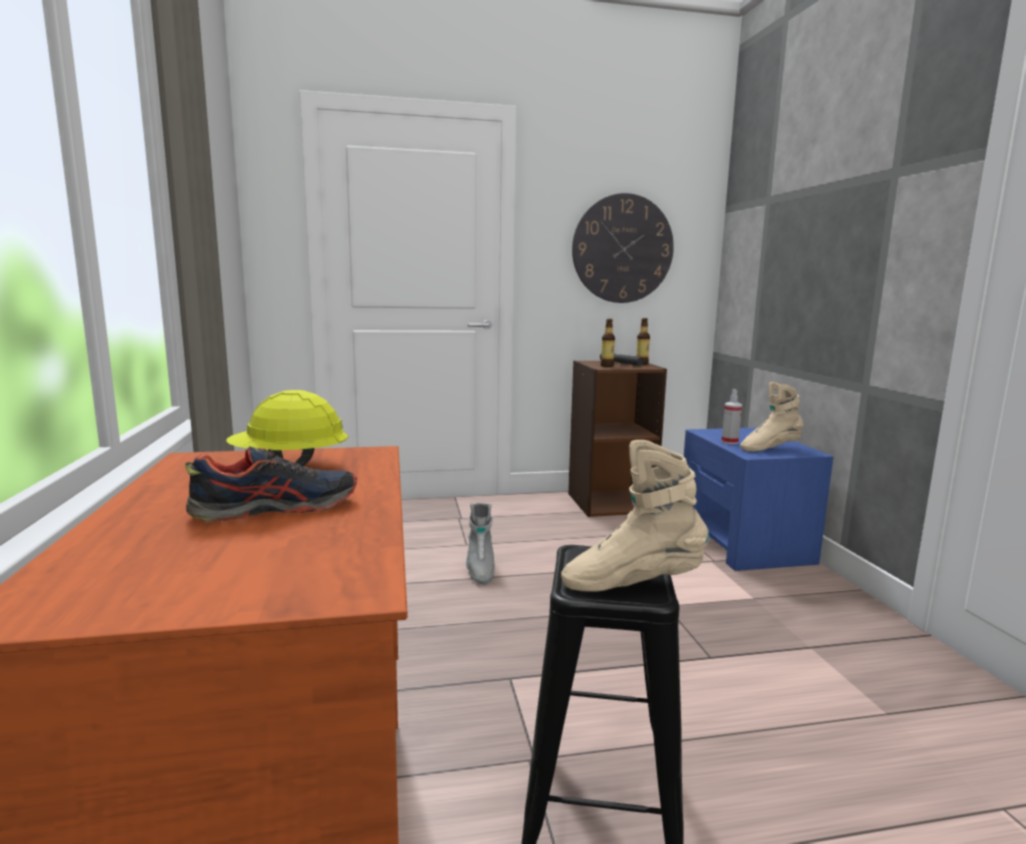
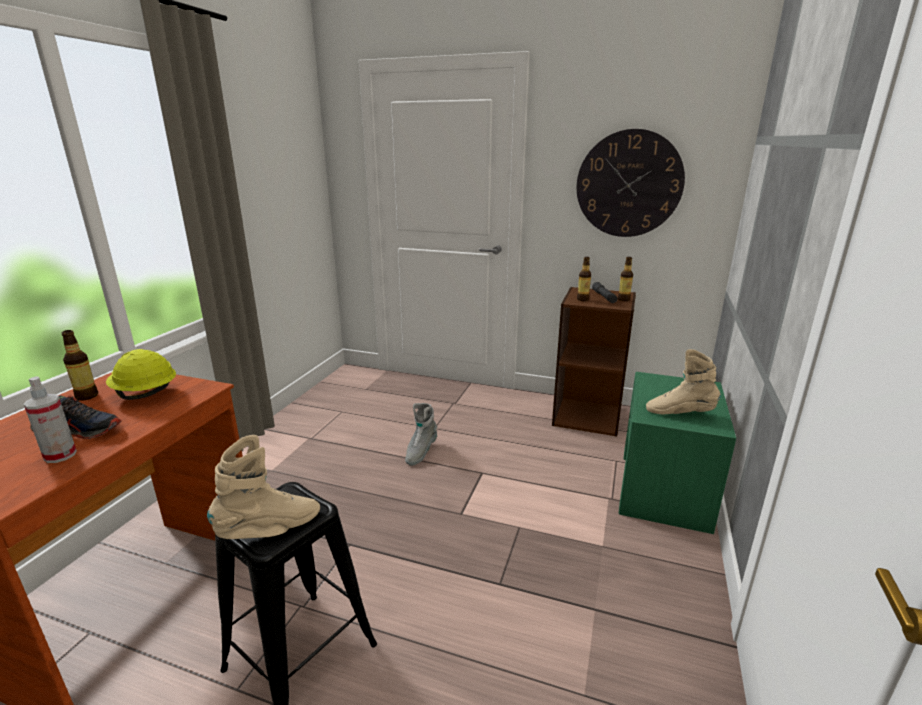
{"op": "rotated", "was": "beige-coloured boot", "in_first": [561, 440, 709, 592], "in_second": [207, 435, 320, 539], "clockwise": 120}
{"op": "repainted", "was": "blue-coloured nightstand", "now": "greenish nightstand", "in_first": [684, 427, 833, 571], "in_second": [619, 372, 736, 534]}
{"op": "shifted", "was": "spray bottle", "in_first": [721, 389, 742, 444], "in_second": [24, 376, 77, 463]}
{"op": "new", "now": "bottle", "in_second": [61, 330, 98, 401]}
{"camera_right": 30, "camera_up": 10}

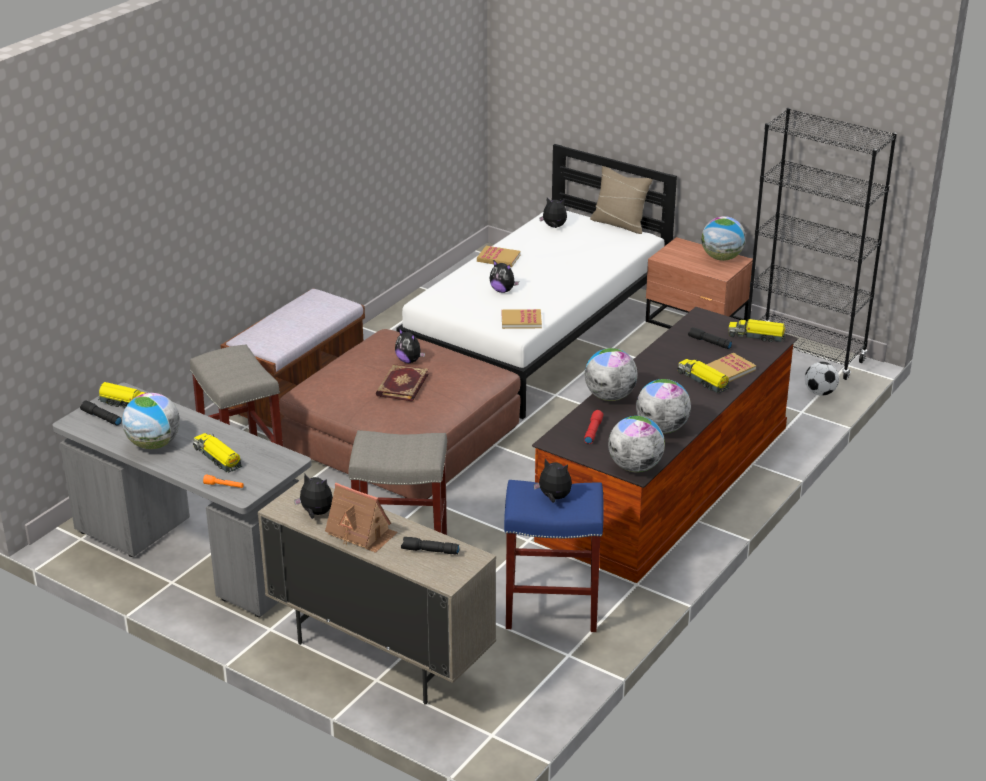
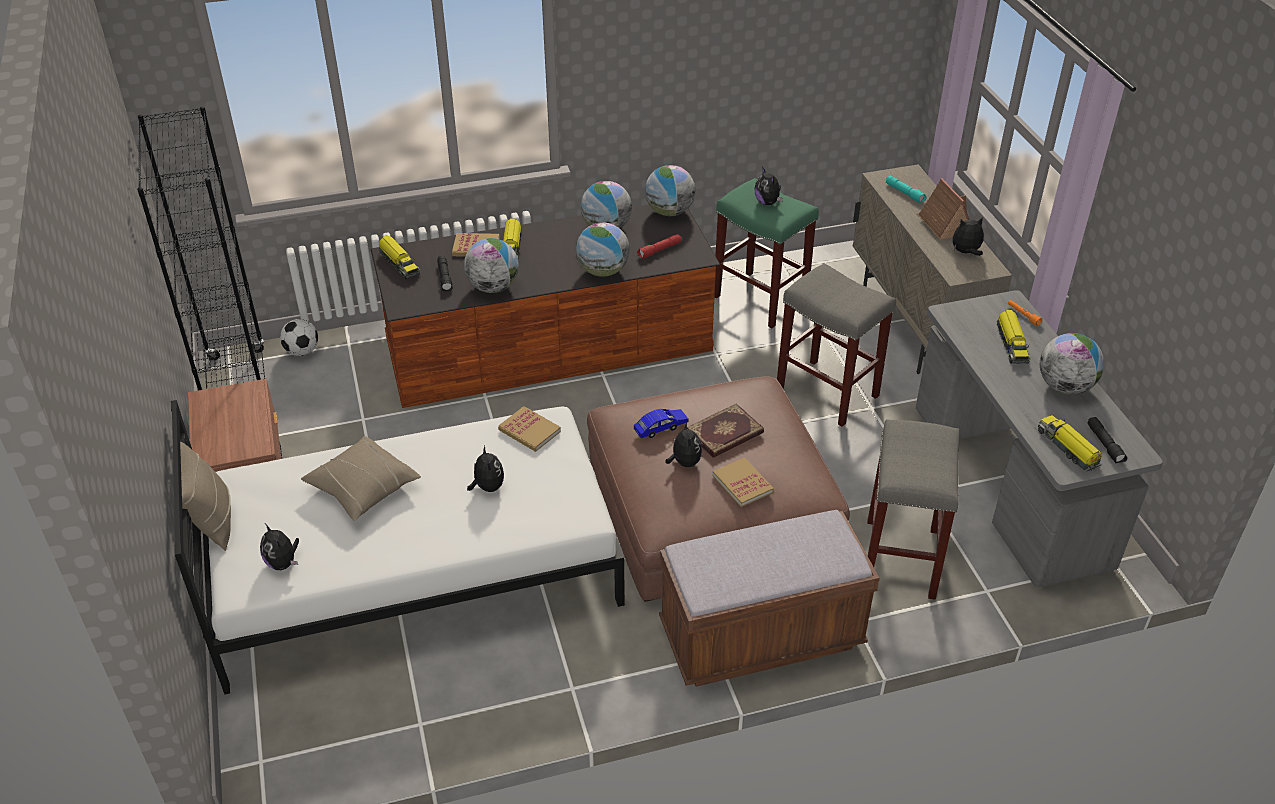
{"op": "rotated", "was": "plush toy", "in_first": [294, 473, 333, 519], "in_second": [953, 217, 984, 256], "clockwise": 105}
{"op": "repainted", "was": "blackish flashlight", "now": "turquoise flashlight", "in_first": [401, 537, 459, 555], "in_second": [886, 176, 927, 203]}
{"op": "shifted", "was": "book", "in_first": [477, 246, 521, 267], "in_second": [712, 458, 774, 507]}
{"op": "repainted", "was": "blue-coloured stool", "now": "greenish stool", "in_first": [504, 480, 603, 632], "in_second": [714, 178, 819, 328]}
{"op": "shifted", "was": "desk globe", "in_first": [701, 216, 746, 261], "in_second": [464, 238, 519, 293]}
{"op": "new", "now": "beige-coloured cushion", "in_second": [301, 436, 421, 521]}
{"op": "new", "now": "blue-coloured toy car", "in_second": [634, 409, 689, 438]}
{"camera_right": -140, "camera_up": 10}

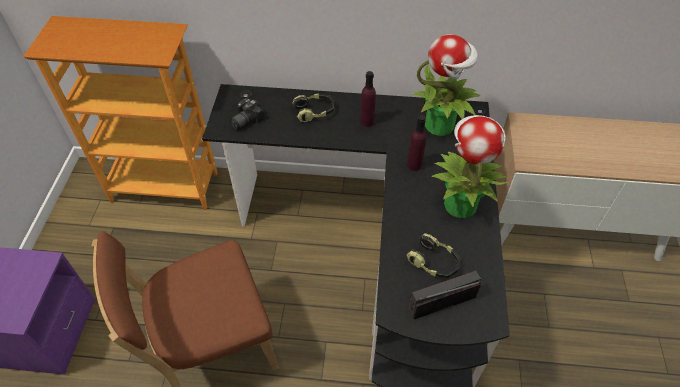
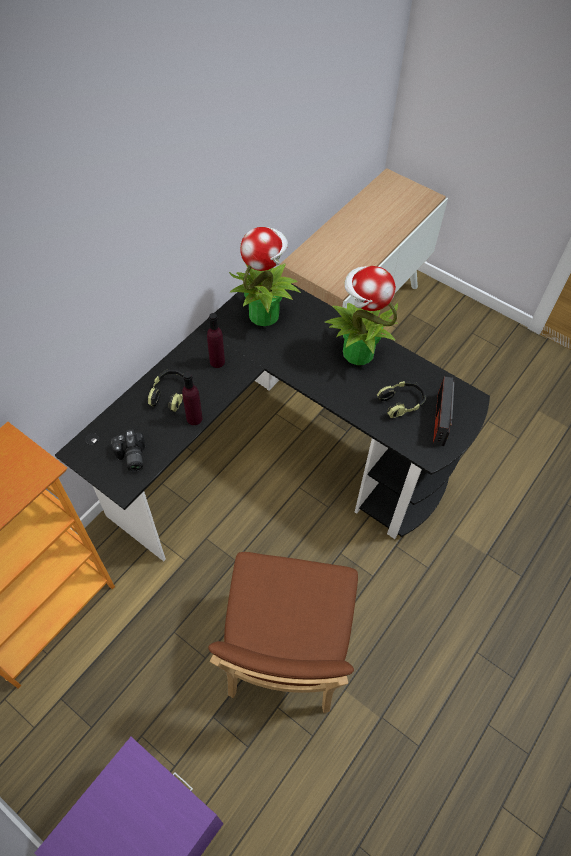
{"op": "shifted", "was": "purple-coloured bottle", "in_first": [407, 115, 426, 171], "in_second": [182, 372, 203, 425]}
{"camera_right": -60, "camera_up": 5}

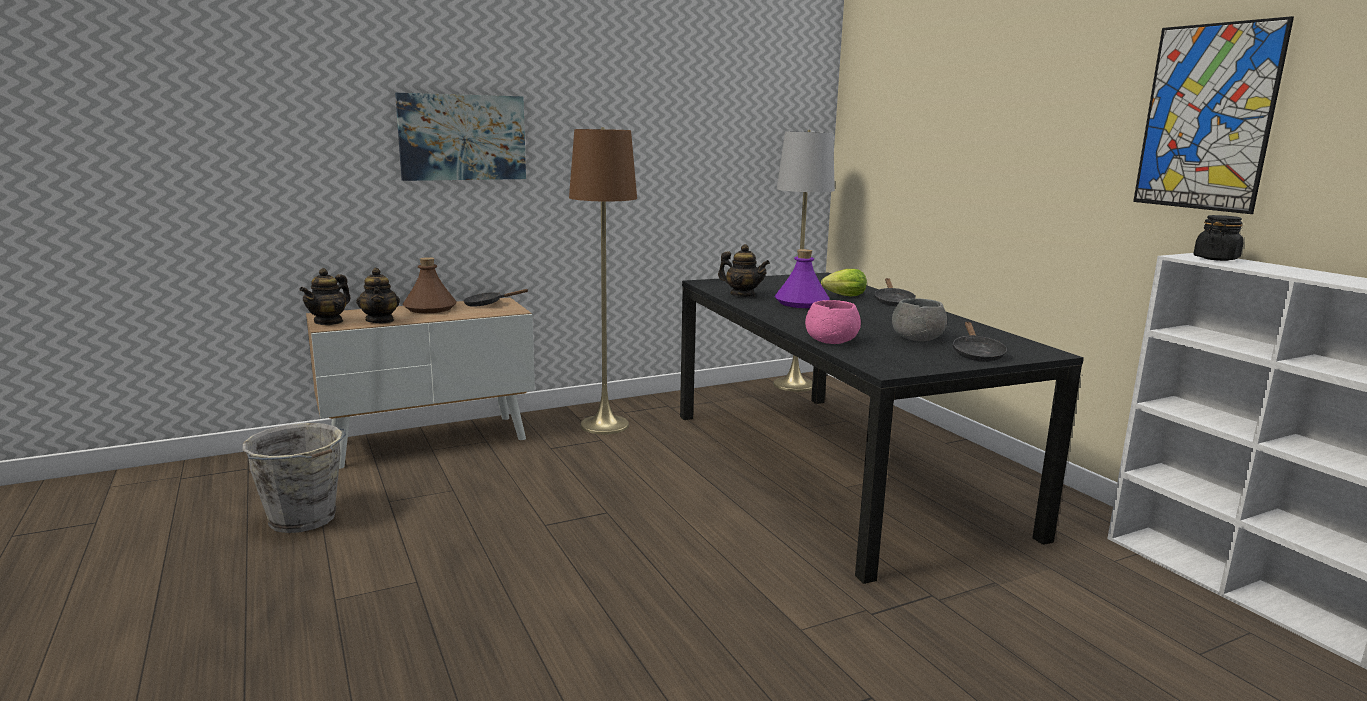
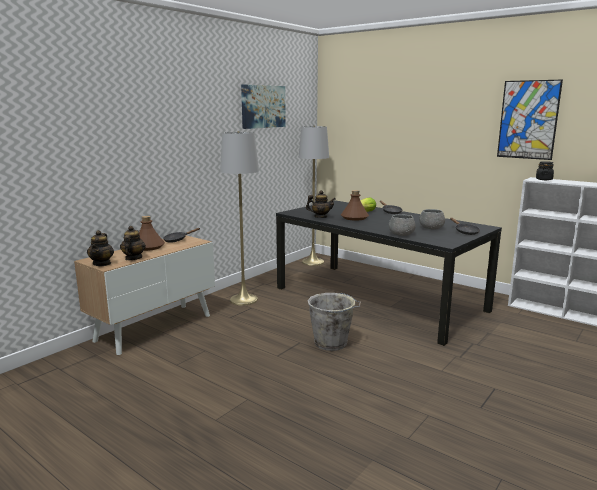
{"op": "shifted", "was": "grey pail", "in_first": [243, 423, 346, 533], "in_second": [307, 293, 361, 351]}
{"op": "rotated", "was": "tea pot", "in_first": [357, 268, 400, 323], "in_second": [120, 226, 146, 260], "clockwise": -135}
{"op": "shifted", "was": "picture", "in_first": [395, 93, 526, 181], "in_second": [241, 85, 286, 129]}
{"op": "repainted", "was": "brown standard lamp", "now": "grey standard lamp", "in_first": [569, 127, 637, 434], "in_second": [220, 131, 259, 305]}
{"op": "repainted", "was": "purple-coloured bottle", "now": "brown bottle", "in_first": [775, 249, 830, 308], "in_second": [341, 190, 369, 220]}
{"op": "repainted", "was": "pink-coloured serving bowl", "now": "grey serving bowl", "in_first": [805, 300, 861, 344], "in_second": [389, 214, 415, 236]}
{"camera_right": -25, "camera_up": 0}

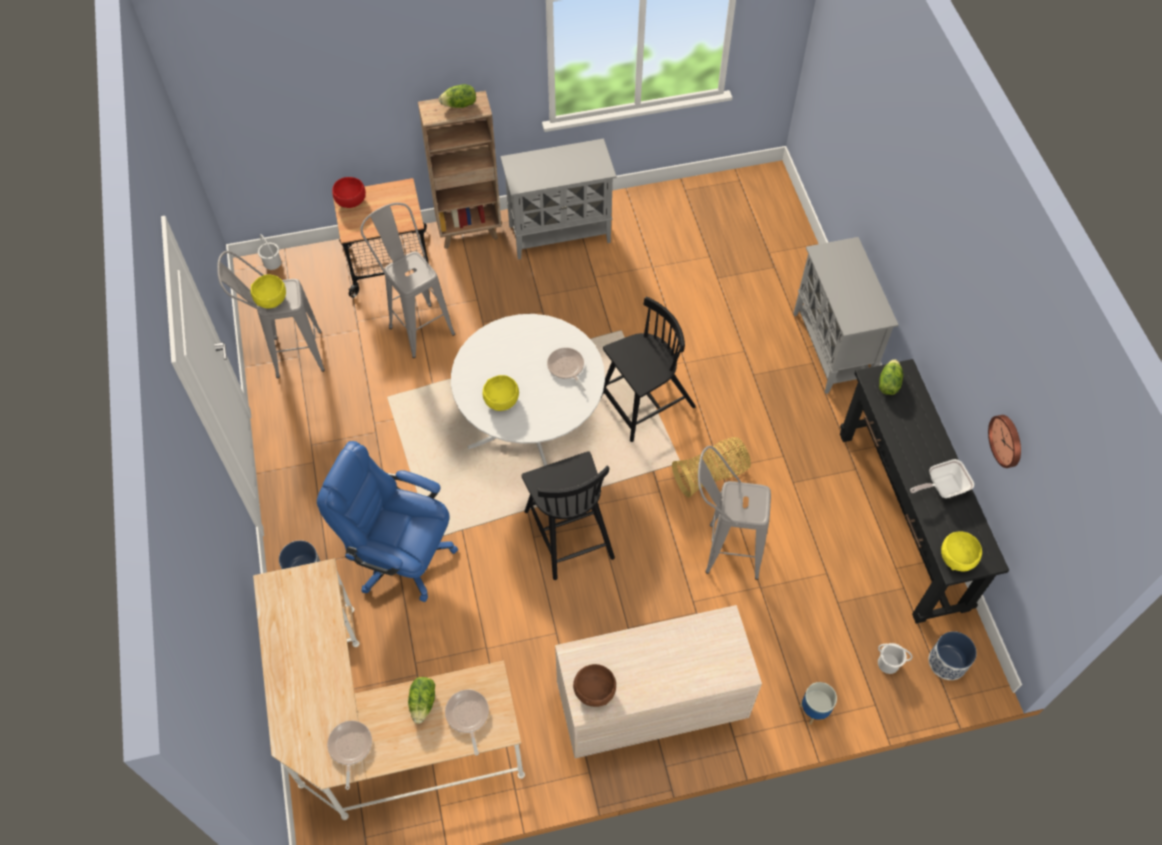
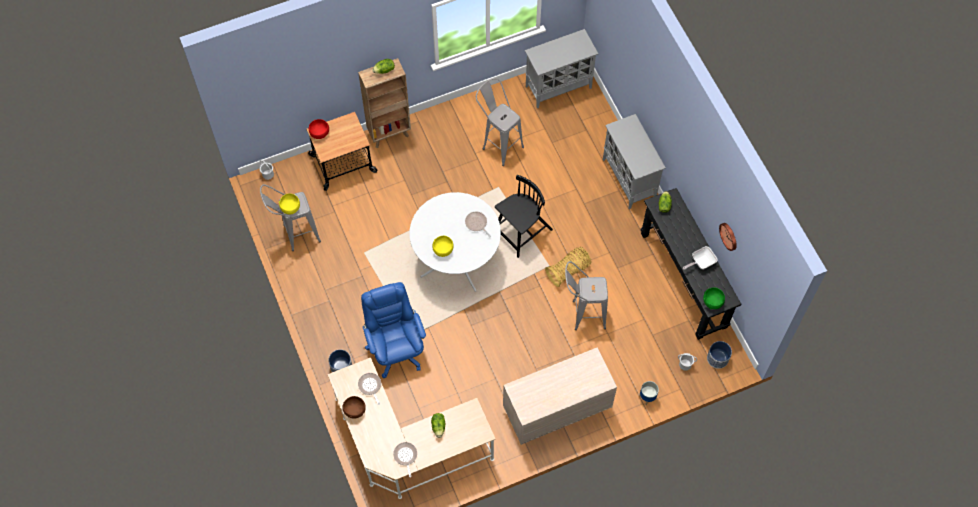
{"op": "rotated", "was": "blue-coloured desk chair", "in_first": [317, 441, 458, 602], "in_second": [361, 282, 426, 378], "clockwise": 60}
{"op": "shifted", "was": "grey stool", "in_first": [361, 203, 455, 358], "in_second": [476, 78, 524, 166]}
{"op": "shifted", "was": "frying pan", "in_first": [445, 690, 489, 755], "in_second": [358, 373, 381, 405]}
{"op": "shifted", "was": "grey storage cabinet", "in_first": [500, 138, 616, 260], "in_second": [525, 29, 598, 108]}
{"op": "gone", "was": "blackish plain chair", "in_first": [522, 451, 615, 580]}
{"op": "shifted", "was": "brown serving bowl", "in_first": [573, 664, 616, 707], "in_second": [342, 396, 366, 419]}
{"op": "repainted", "was": "yellow-coloured serving bowl", "now": "greenish serving bowl", "in_first": [941, 531, 982, 572], "in_second": [703, 287, 725, 309]}
{"camera_right": -10, "camera_up": 5}

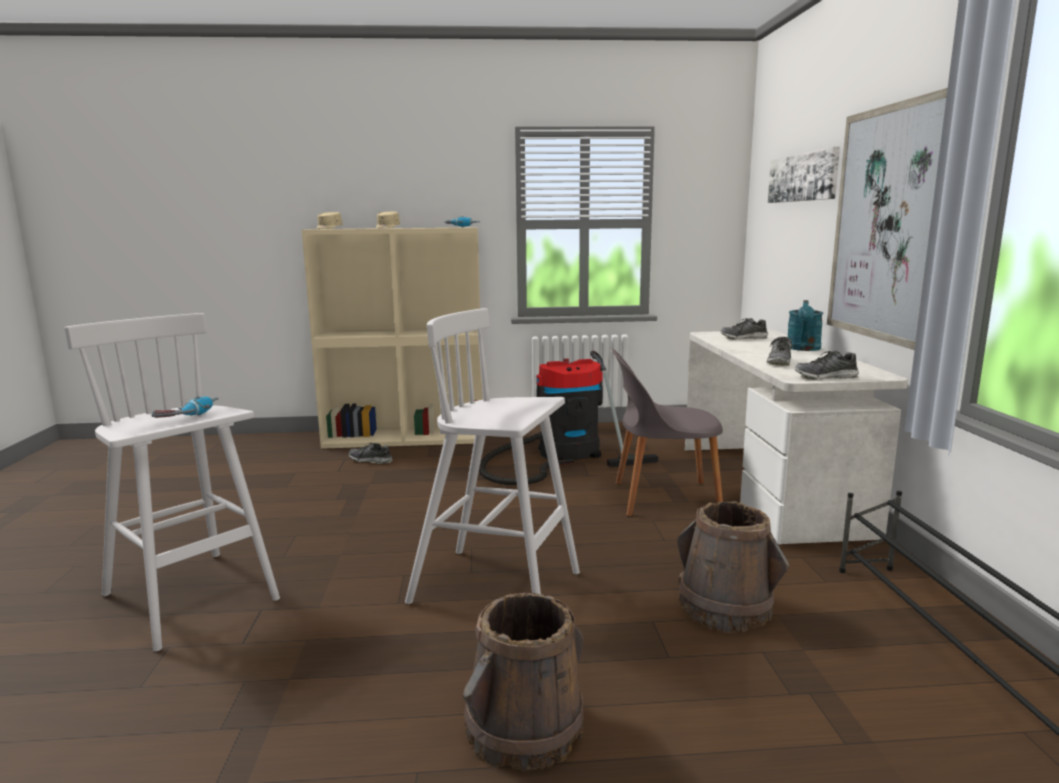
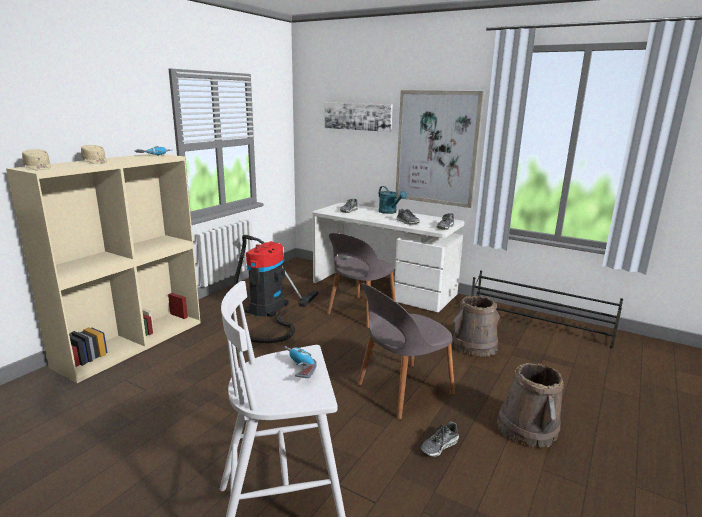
{"op": "shifted", "was": "item of footwear", "in_first": [349, 443, 393, 464], "in_second": [421, 421, 459, 457]}
{"op": "swapped", "was": "white-coloured stool", "now": "grey plain chair", "in_first": [405, 308, 580, 604], "in_second": [357, 283, 455, 420]}
{"camera_right": -55, "camera_up": 5}

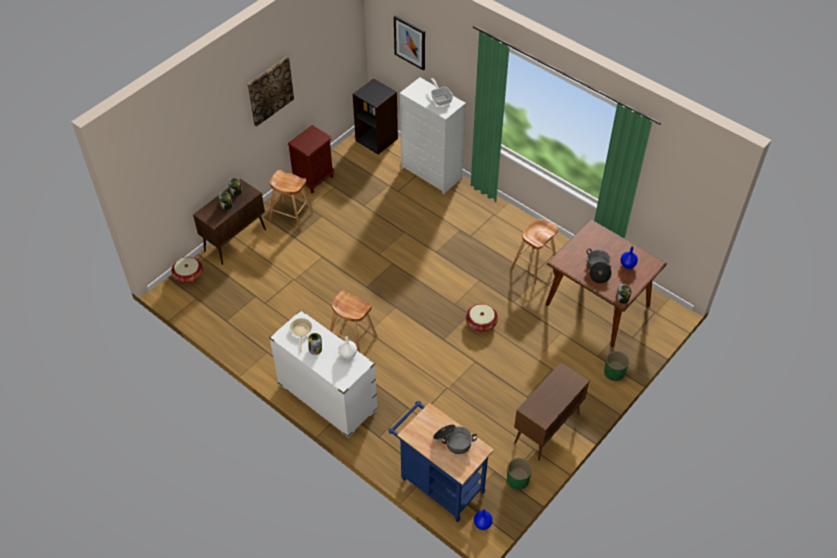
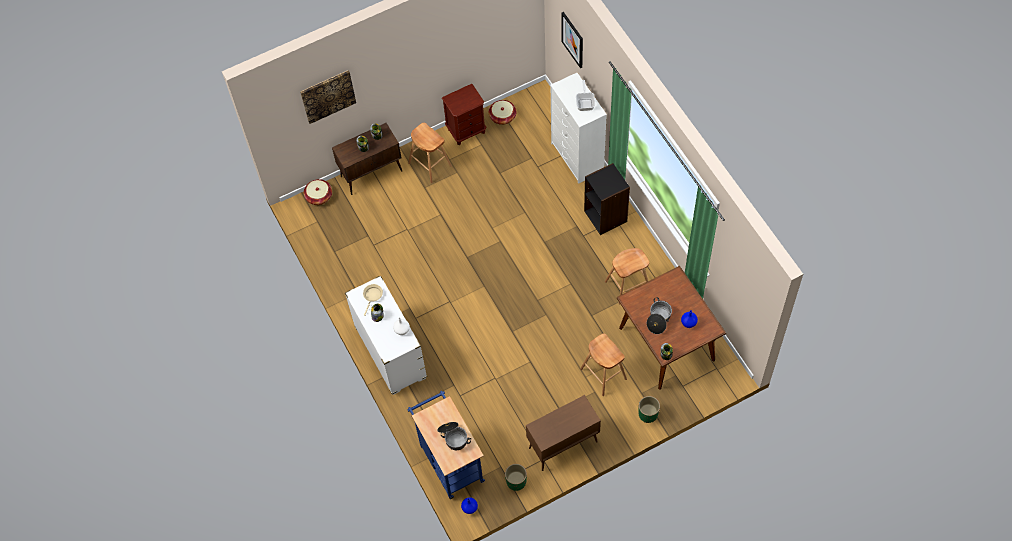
{"op": "shifted", "was": "picture", "in_first": [247, 57, 294, 127], "in_second": [300, 70, 356, 124]}
{"op": "shifted", "was": "brown stool", "in_first": [330, 290, 378, 352], "in_second": [580, 333, 627, 396]}
{"op": "shifted", "was": "blackish bookshelf", "in_first": [353, 78, 398, 155], "in_second": [584, 163, 630, 235]}
{"op": "shifted", "was": "storage basket", "in_first": [466, 304, 498, 332], "in_second": [489, 100, 516, 125]}
{"camera_right": 25, "camera_up": 10}

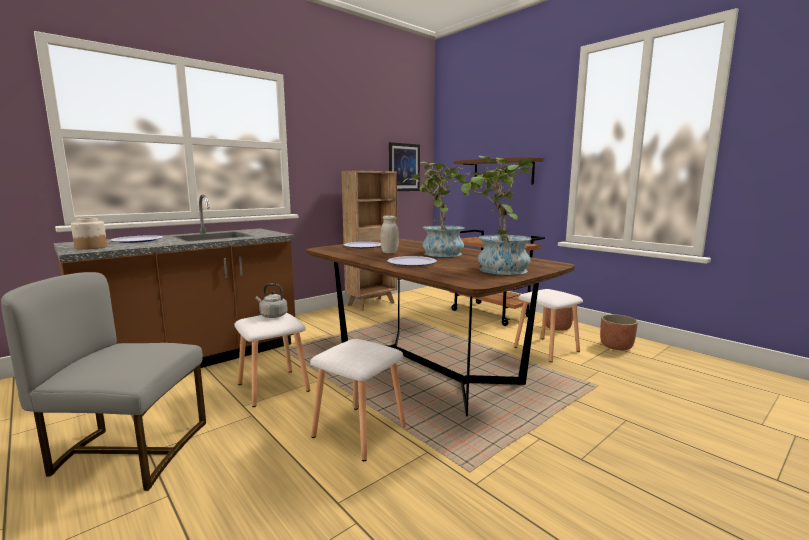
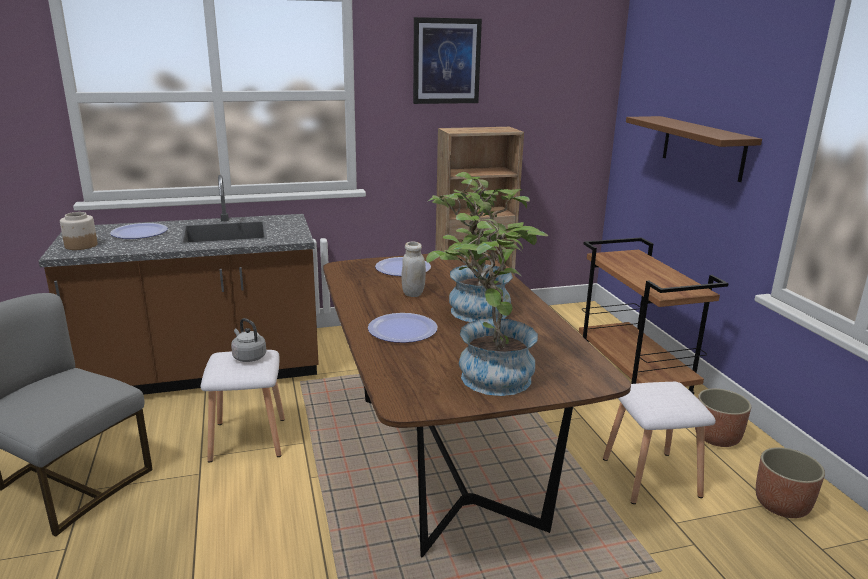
{"op": "gone", "was": "white-coloured stool", "in_first": [310, 339, 406, 461]}
{"op": "shifted", "was": "picture", "in_first": [389, 142, 420, 191], "in_second": [413, 17, 482, 104]}
{"camera_right": 25, "camera_up": 10}

